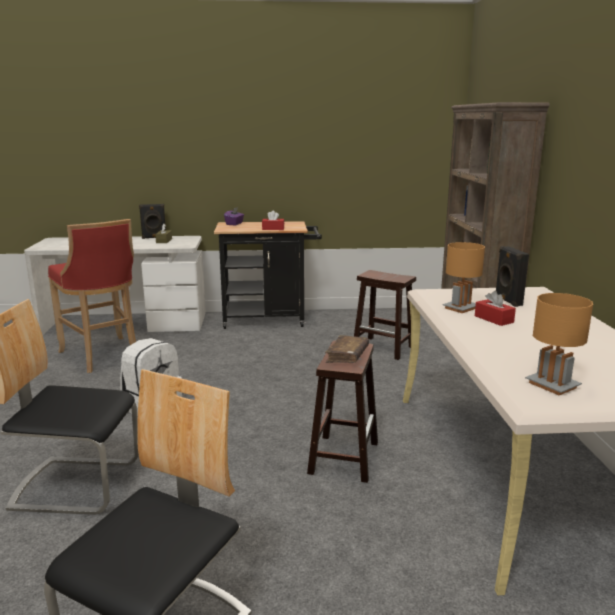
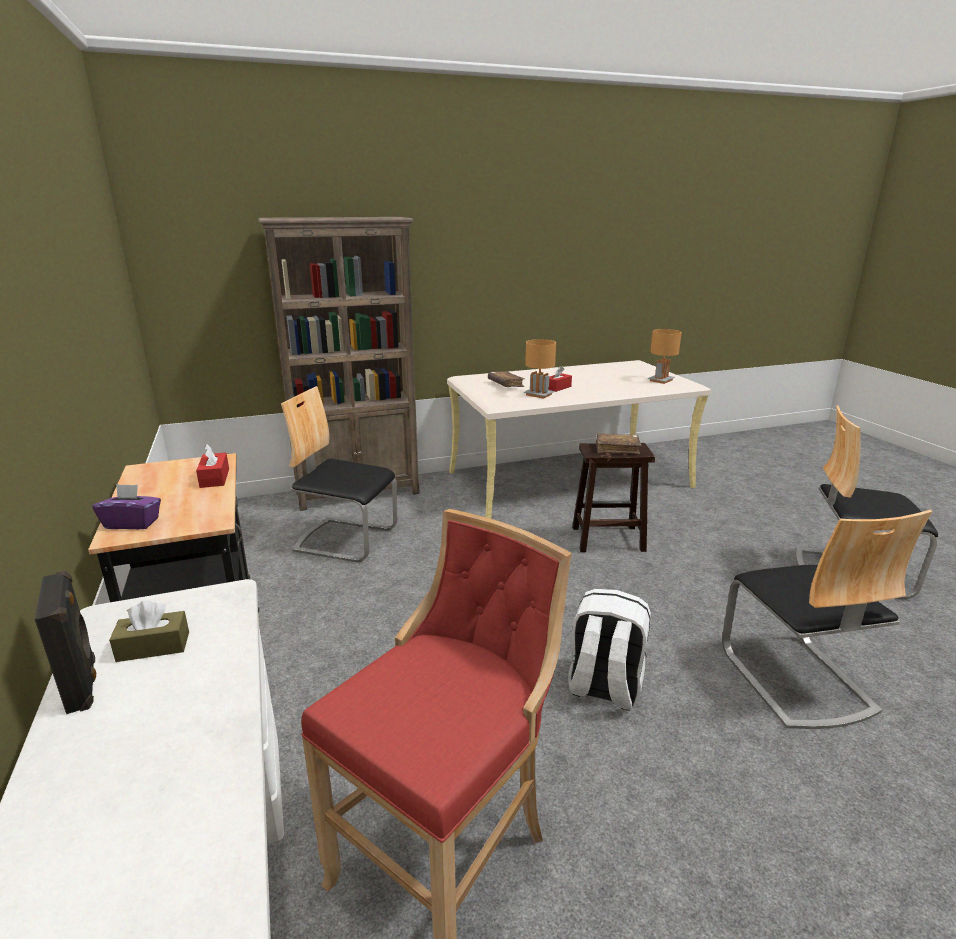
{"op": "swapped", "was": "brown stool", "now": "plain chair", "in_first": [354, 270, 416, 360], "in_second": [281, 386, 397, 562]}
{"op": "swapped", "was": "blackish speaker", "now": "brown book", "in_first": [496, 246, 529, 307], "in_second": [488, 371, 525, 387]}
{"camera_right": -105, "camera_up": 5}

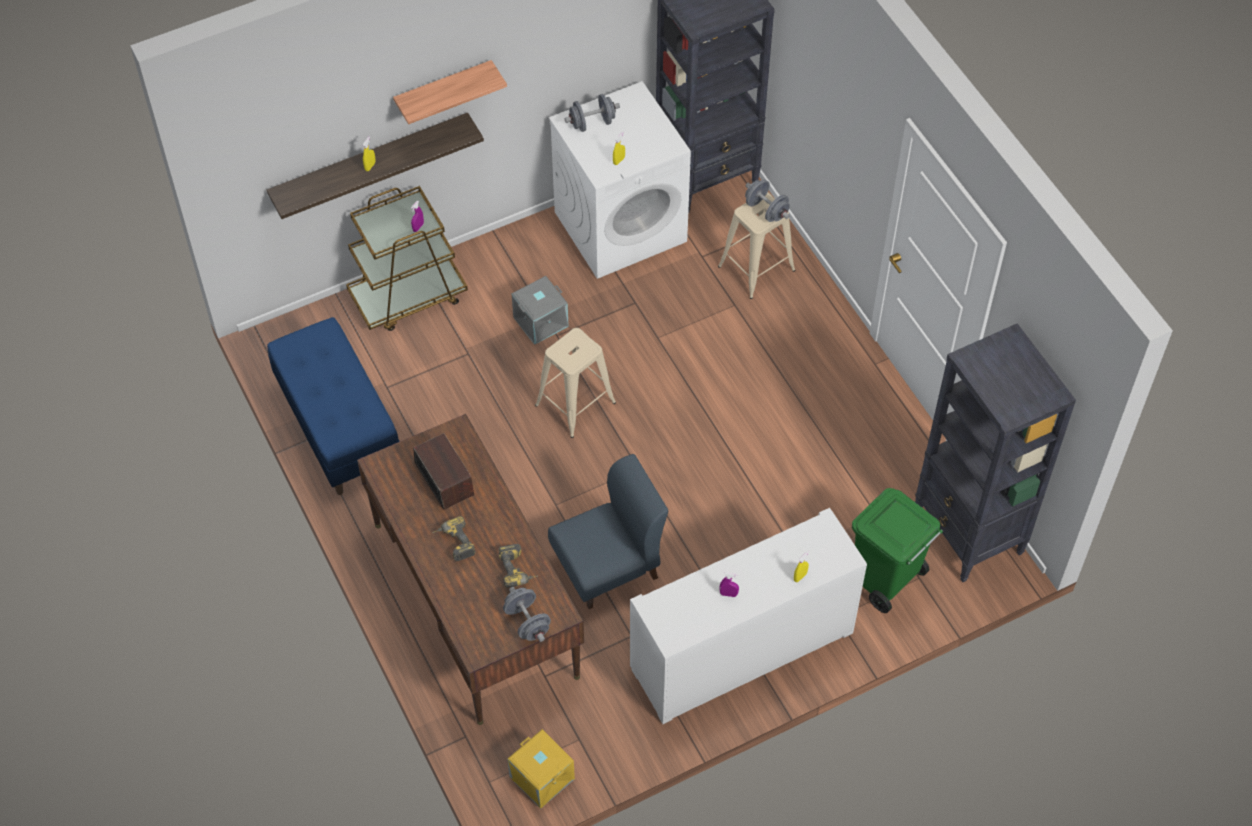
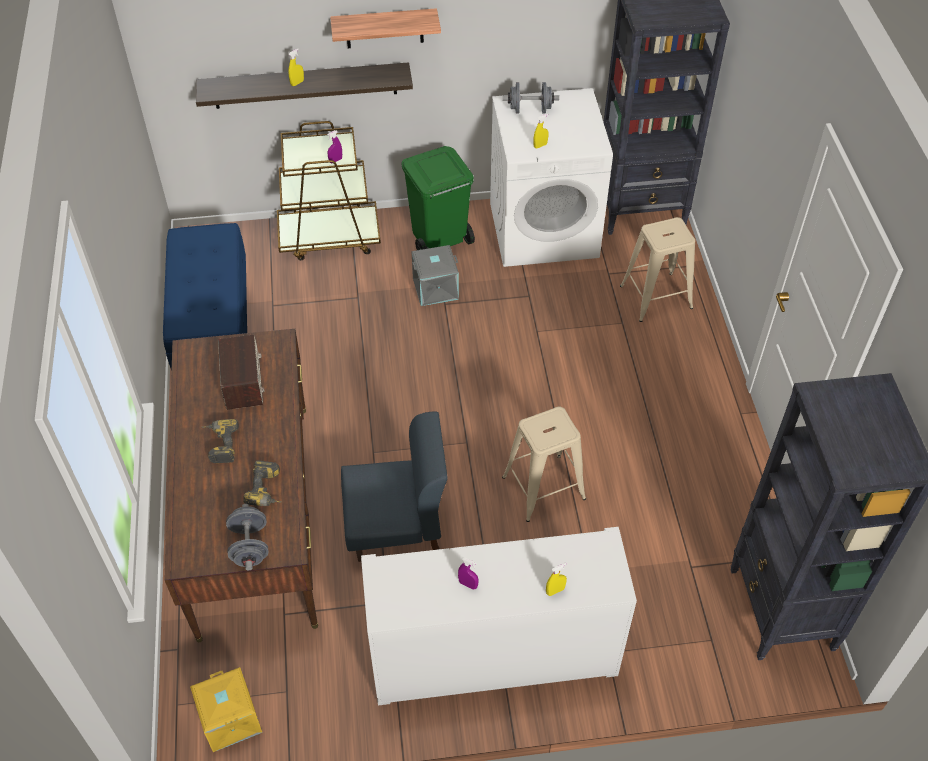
{"op": "shifted", "was": "beige-coloured stool", "in_first": [535, 328, 616, 438], "in_second": [502, 406, 586, 522]}
{"op": "gone", "was": "grey hand weight", "in_first": [745, 179, 790, 222]}
{"op": "shifted", "was": "greenish waste bin", "in_first": [852, 488, 943, 613], "in_second": [401, 146, 475, 250]}
{"camera_right": 20, "camera_up": -5}

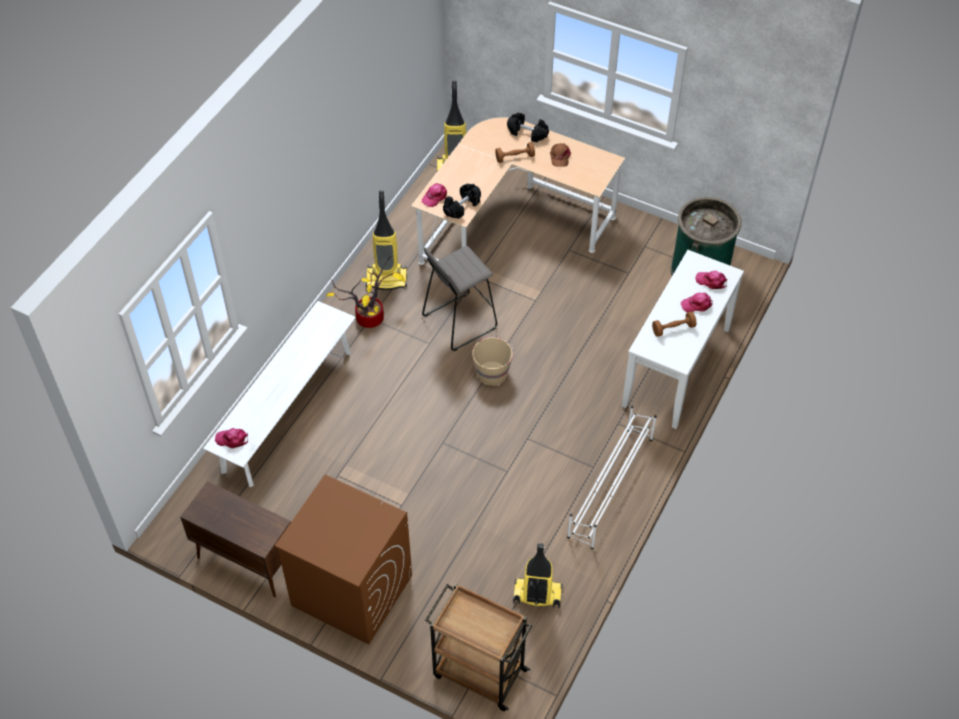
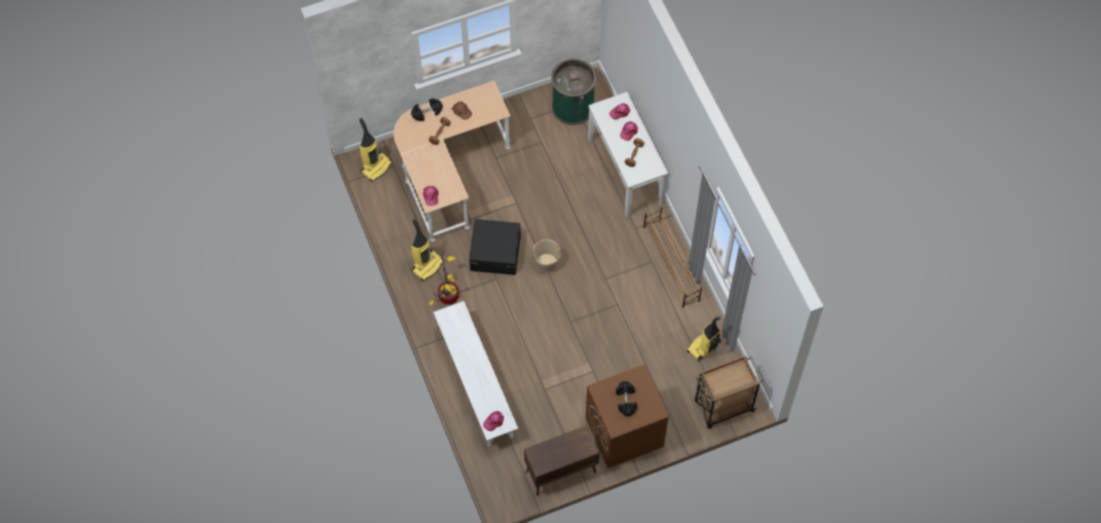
{"op": "swapped", "was": "grey stool", "now": "blackish storage container", "in_first": [422, 246, 497, 351], "in_second": [469, 219, 521, 275]}
{"op": "shifted", "was": "blackish hand weight", "in_first": [443, 184, 481, 219], "in_second": [616, 381, 637, 416]}
{"op": "repainted", "was": "white-coloured shoe shelf", "now": "brown shoe shelf", "in_first": [567, 405, 657, 549], "in_second": [643, 207, 702, 308]}
{"camera_right": -50, "camera_up": 10}

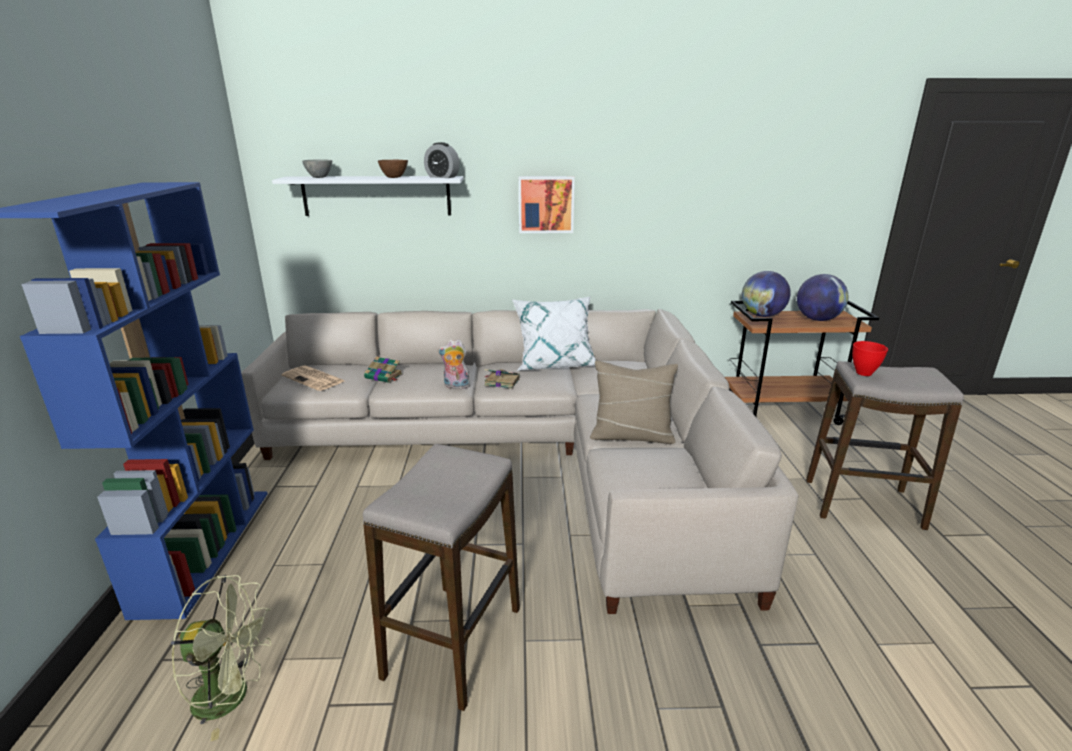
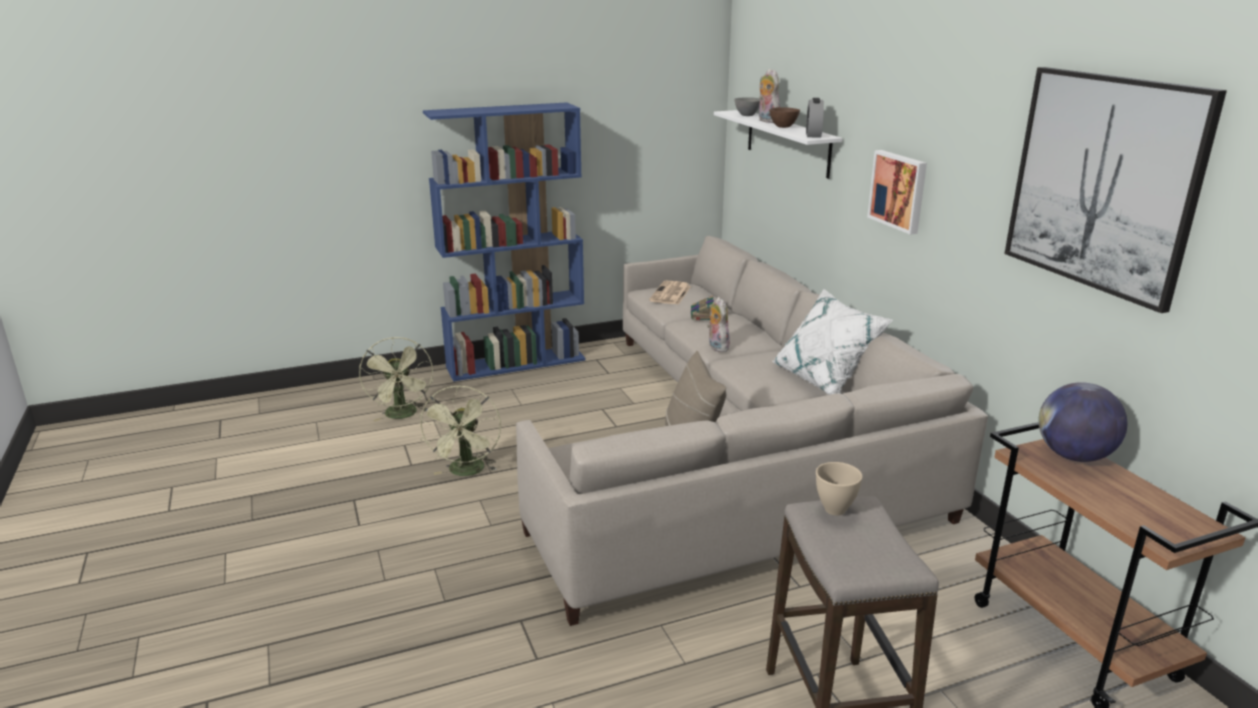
{"op": "swapped", "was": "stool", "now": "greenish cooling fan", "in_first": [363, 444, 520, 711], "in_second": [419, 385, 501, 476]}
{"op": "gone", "was": "book", "in_first": [484, 369, 520, 389]}
{"op": "gone", "was": "desk globe", "in_first": [797, 274, 848, 321]}
{"op": "repainted", "was": "red serving bowl", "now": "beige-coloured serving bowl", "in_first": [852, 341, 888, 376], "in_second": [816, 462, 863, 516]}
{"op": "new", "now": "plush toy", "in_second": [759, 69, 780, 123]}
{"op": "new", "now": "picture", "in_second": [1004, 67, 1227, 313]}
{"camera_right": 70, "camera_up": 0}

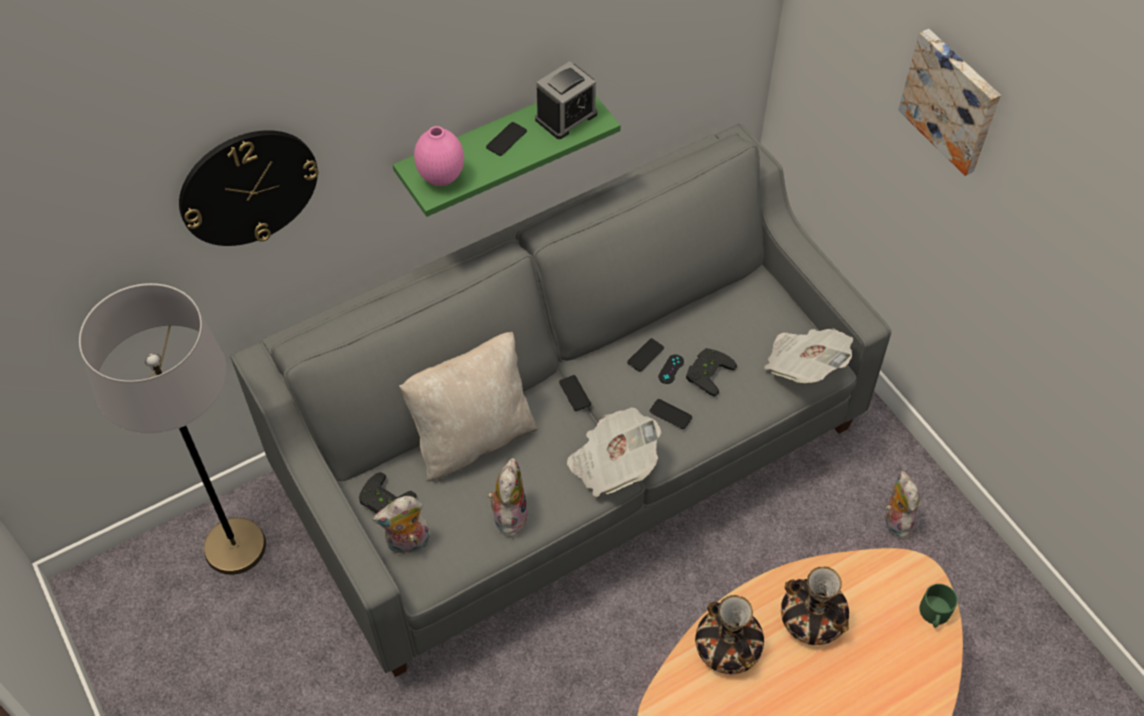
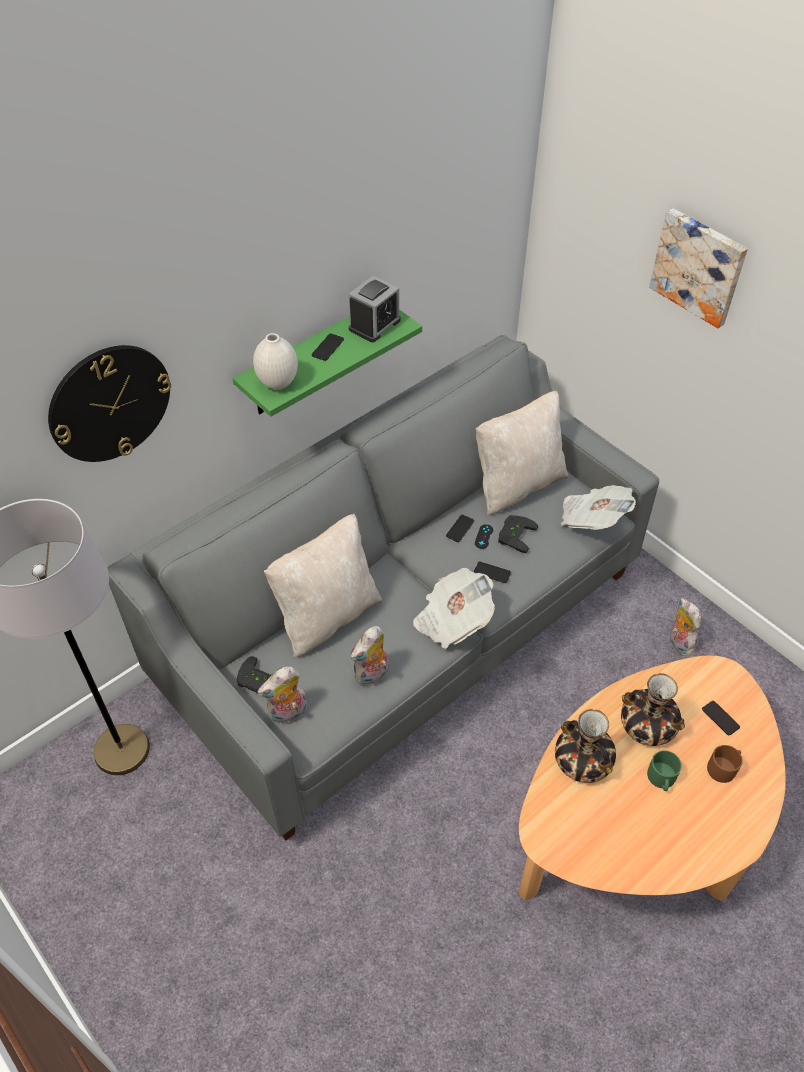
{"op": "repainted", "was": "pink-coloured vase", "now": "white-coloured vase", "in_first": [414, 126, 464, 186], "in_second": [253, 333, 298, 390]}
{"op": "rotated", "was": "plush toy", "in_first": [488, 458, 528, 537], "in_second": [351, 626, 389, 687], "clockwise": -135}
{"op": "shifted", "was": "handset", "in_first": [559, 375, 591, 411], "in_second": [702, 701, 740, 736]}
{"op": "shifted", "was": "greenish mug", "in_first": [919, 584, 958, 628], "in_second": [647, 750, 682, 791]}
{"op": "new", "now": "beige-coloured cushion", "in_second": [476, 391, 569, 515]}
{"op": "new", "now": "brown mug", "in_second": [707, 745, 743, 783]}
{"camera_right": -10, "camera_up": -5}

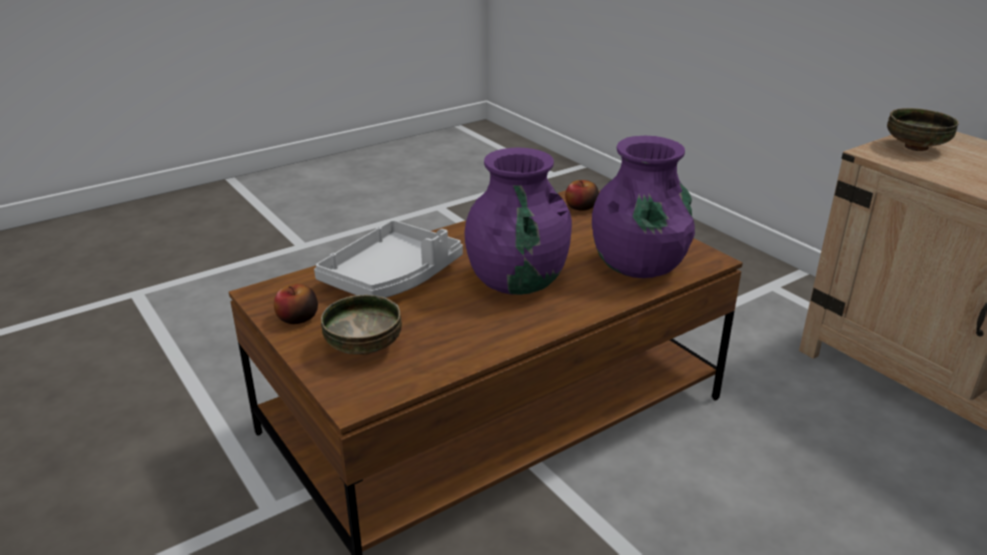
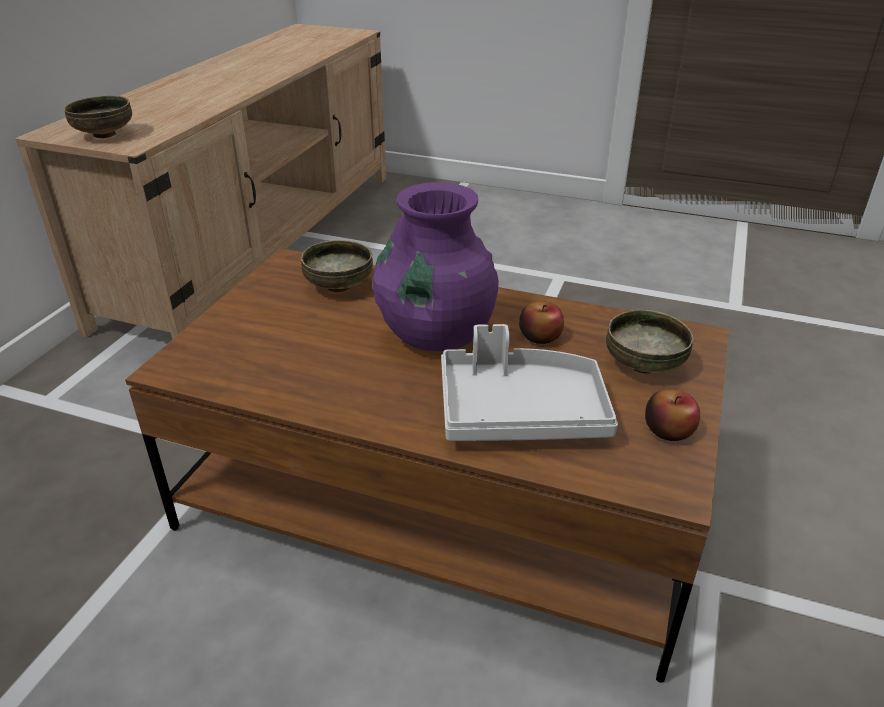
{"op": "shifted", "was": "whole apple", "in_first": [565, 180, 599, 211], "in_second": [519, 301, 564, 344]}
{"op": "swapped", "was": "purple-coloured vase", "now": "serving bowl", "in_first": [592, 135, 695, 278], "in_second": [301, 240, 373, 292]}
{"camera_right": -125, "camera_up": 5}

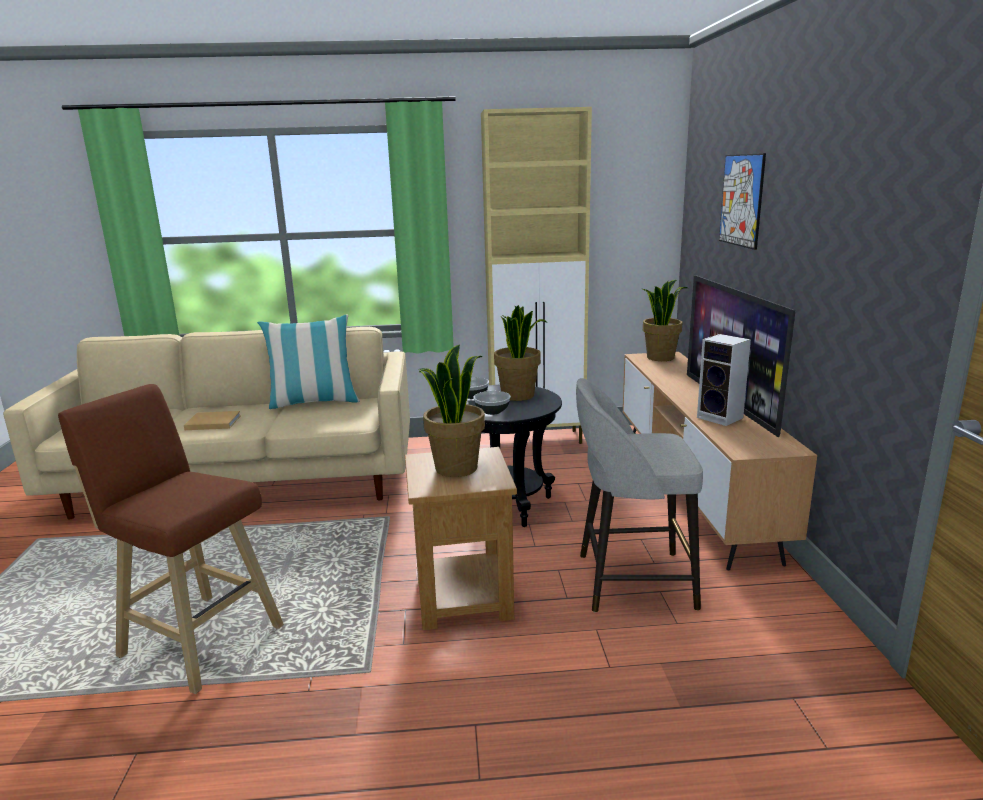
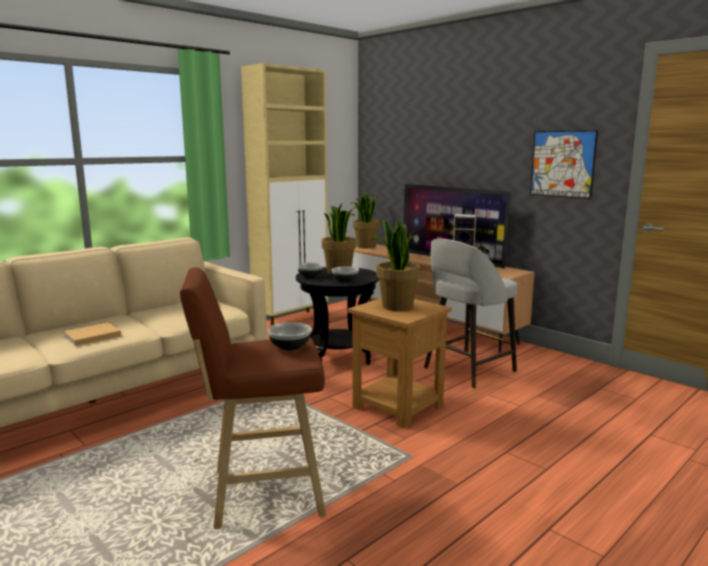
{"op": "gone", "was": "cushion", "in_first": [257, 314, 360, 409]}
{"op": "shifted", "was": "picture", "in_first": [719, 153, 766, 250], "in_second": [530, 130, 598, 199]}
{"op": "new", "now": "serving bowl", "in_second": [267, 322, 312, 351]}
{"camera_right": -40, "camera_up": -5}

